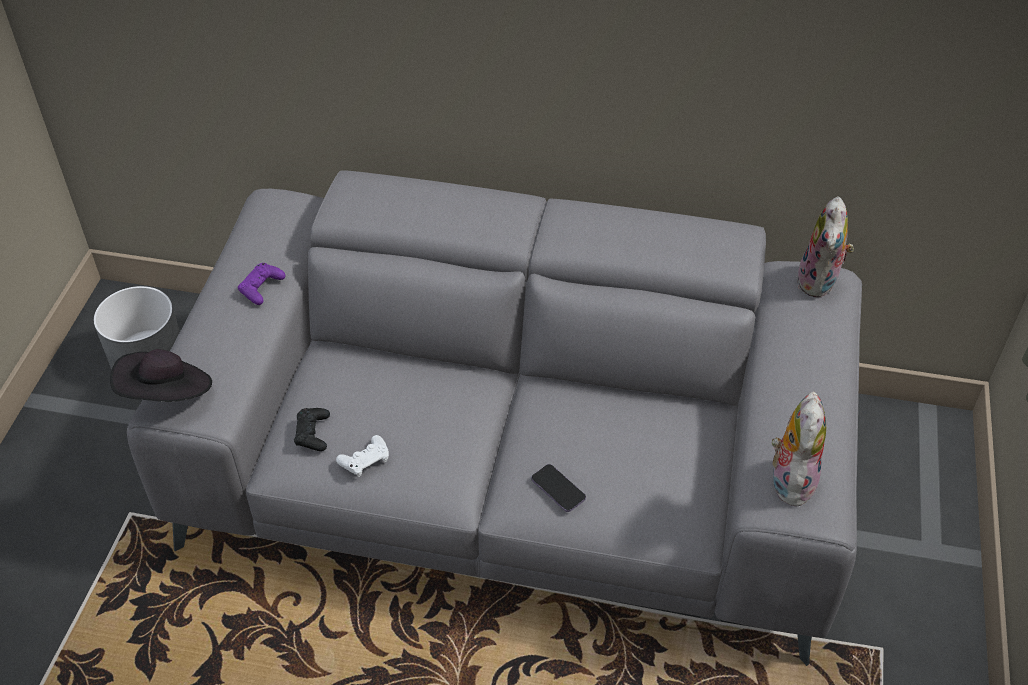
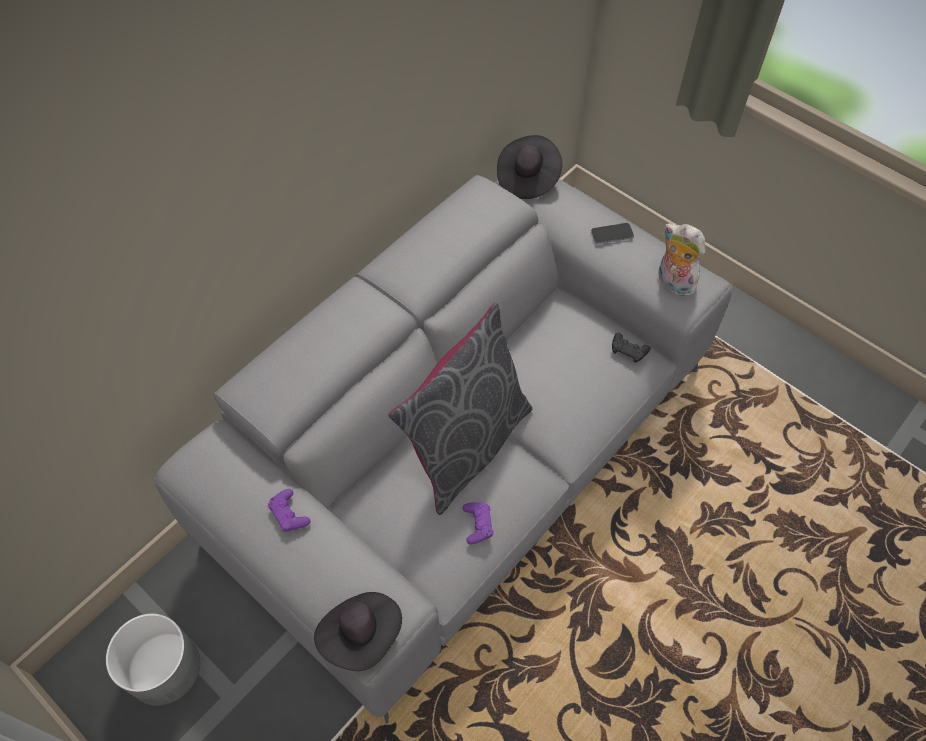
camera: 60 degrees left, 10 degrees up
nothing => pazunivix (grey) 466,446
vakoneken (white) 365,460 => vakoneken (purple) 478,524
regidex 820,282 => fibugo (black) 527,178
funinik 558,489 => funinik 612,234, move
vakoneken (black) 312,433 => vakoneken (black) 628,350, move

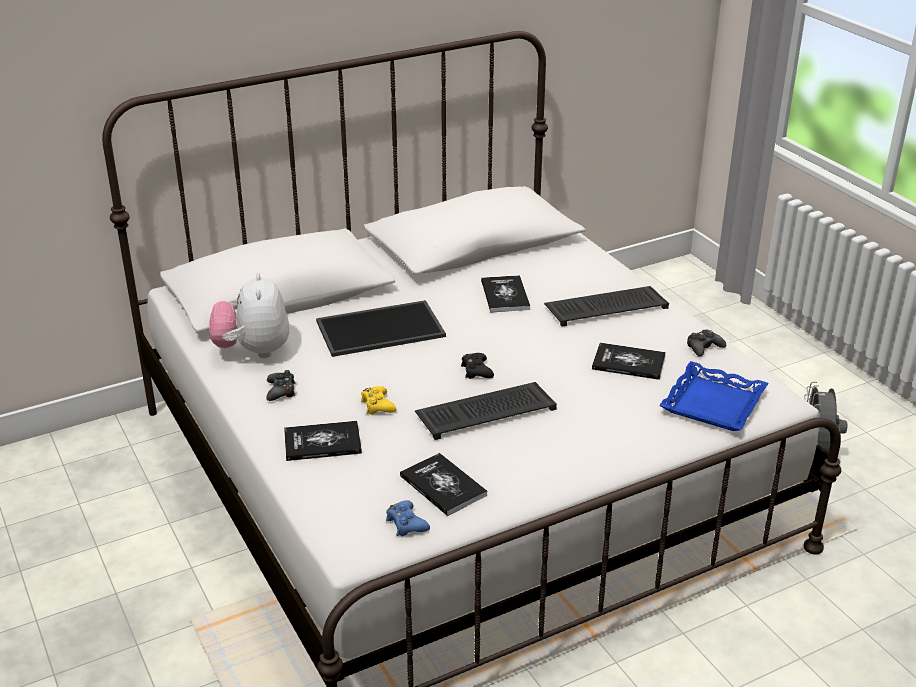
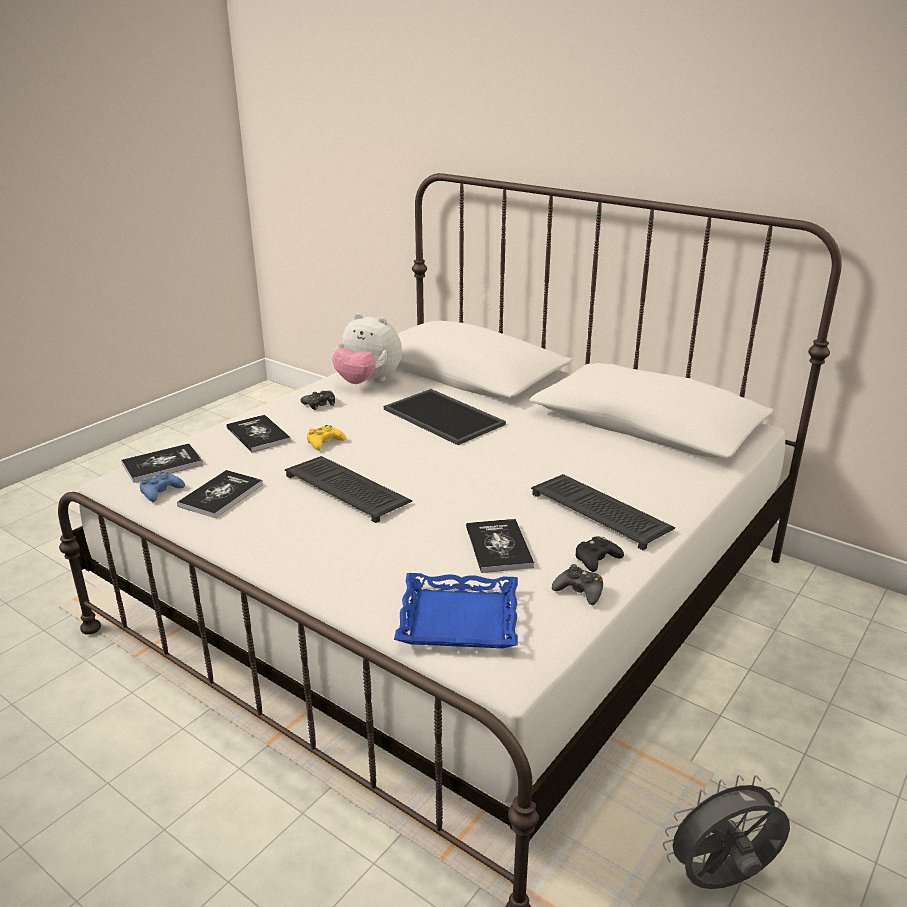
camera: 65 degrees right, 5 degrees down
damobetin 505,295 => damobetin 162,464, move
regidex 253,351 => regidex 368,382, 120 degrees counterclockwise
vakoneken (black) 476,371 => vakoneken (black) 596,559, move

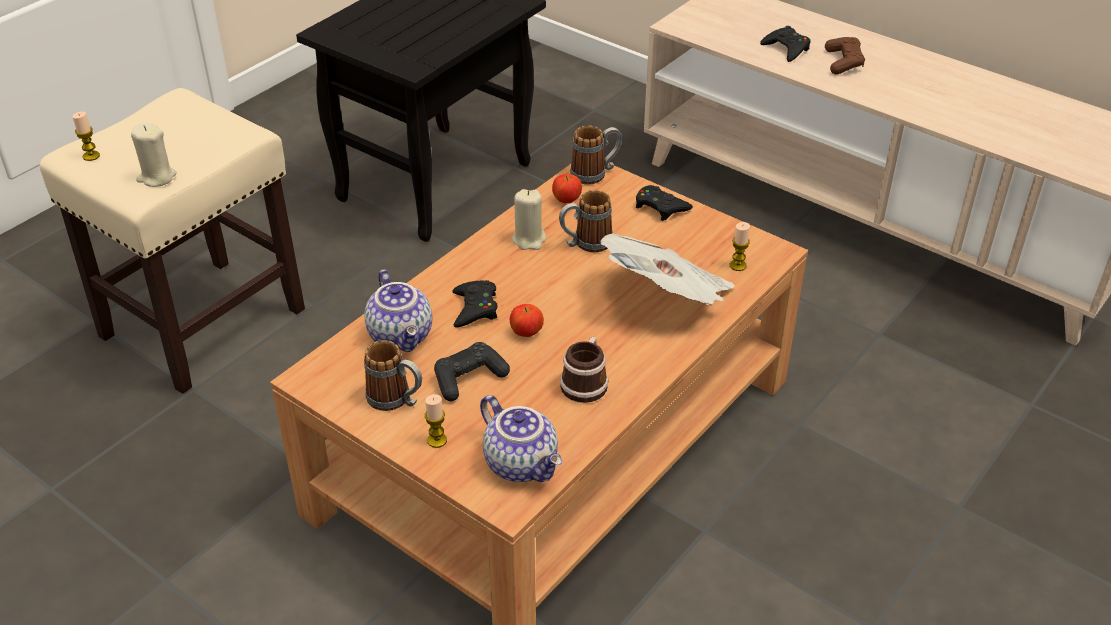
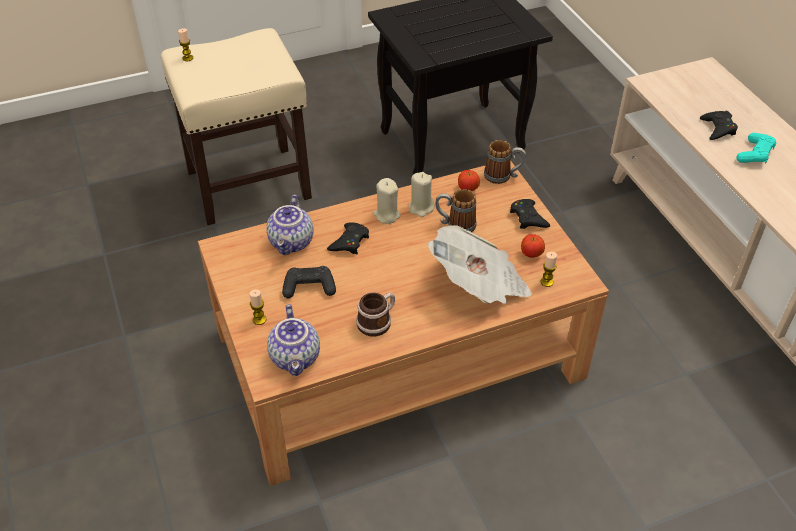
camera: 30 degrees right, 5 degrees up
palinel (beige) 156,177 => palinel (beige) 386,215, move
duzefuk 526,333 => duzefuk 531,254, move
vakoneken (brown) 843,62 => vakoneken (turquoise) 755,154
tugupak 396,400 => nothing

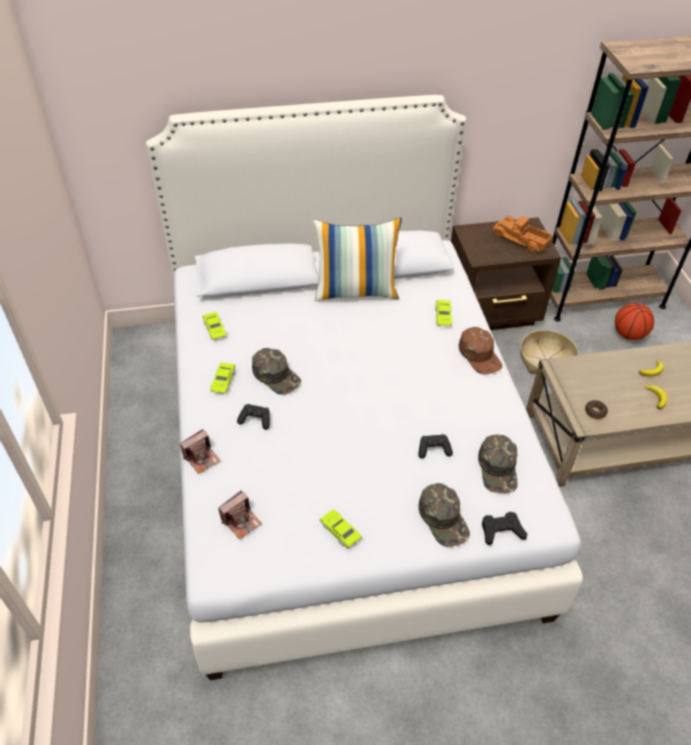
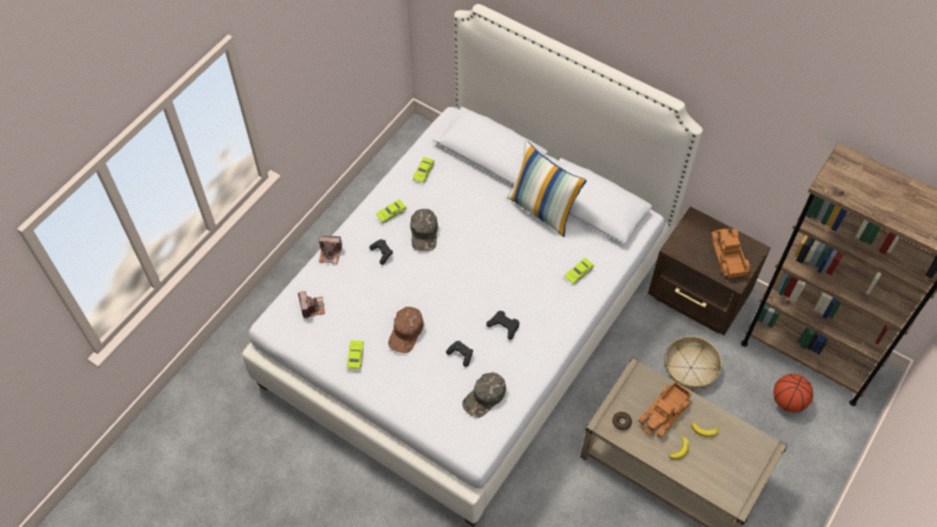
camera: 45 degrees right, 10 degrees up
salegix 241,521 => salegix 312,307, 105 degrees counterclockwise
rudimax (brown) 480,355 => rudimax (brown) 406,332, move
vakoneken (black) 501,530 => vakoneken (black) 504,326, move
nothing => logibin 665,413
rudimax (green) 443,518 => nothing

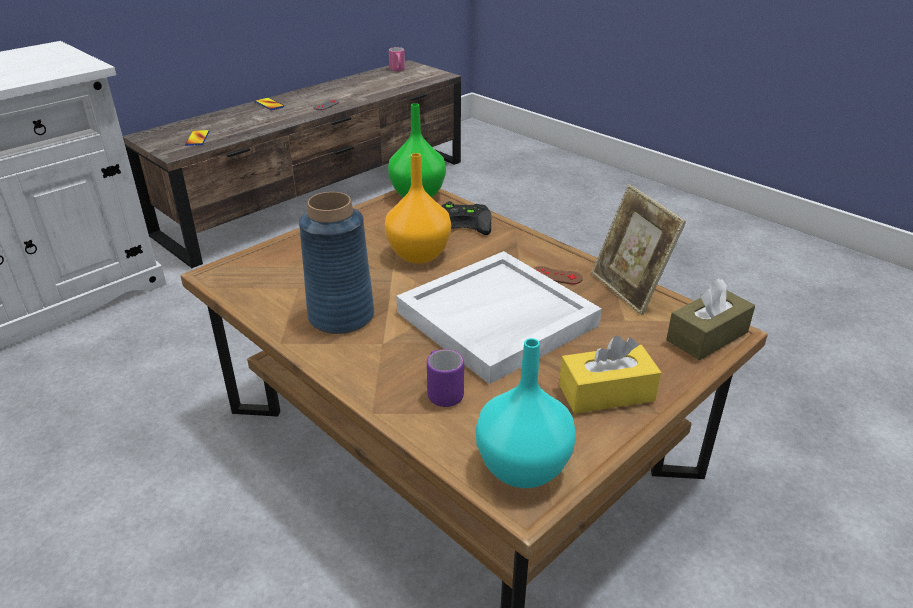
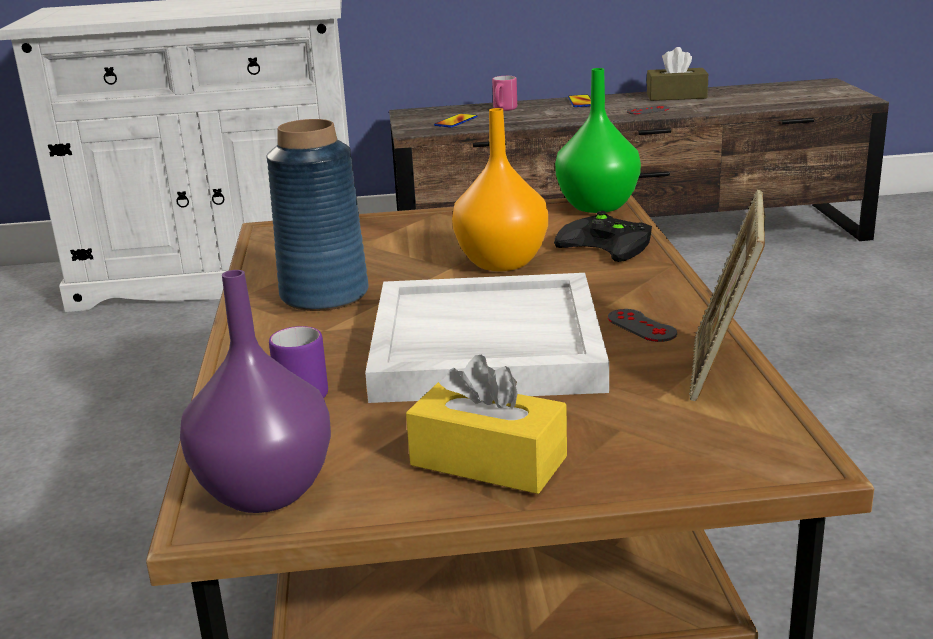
camera: 40 degrees right, 10 degrees down
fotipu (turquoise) 522,466 => fotipu (purple) 267,489
tugupak (pink) 398,70 => tugupak (pink) 503,110, move
vakoneken (brown) 556,276 => vakoneken (grey) 641,326
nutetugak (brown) 707,336 => nutetugak (brown) 676,96, move

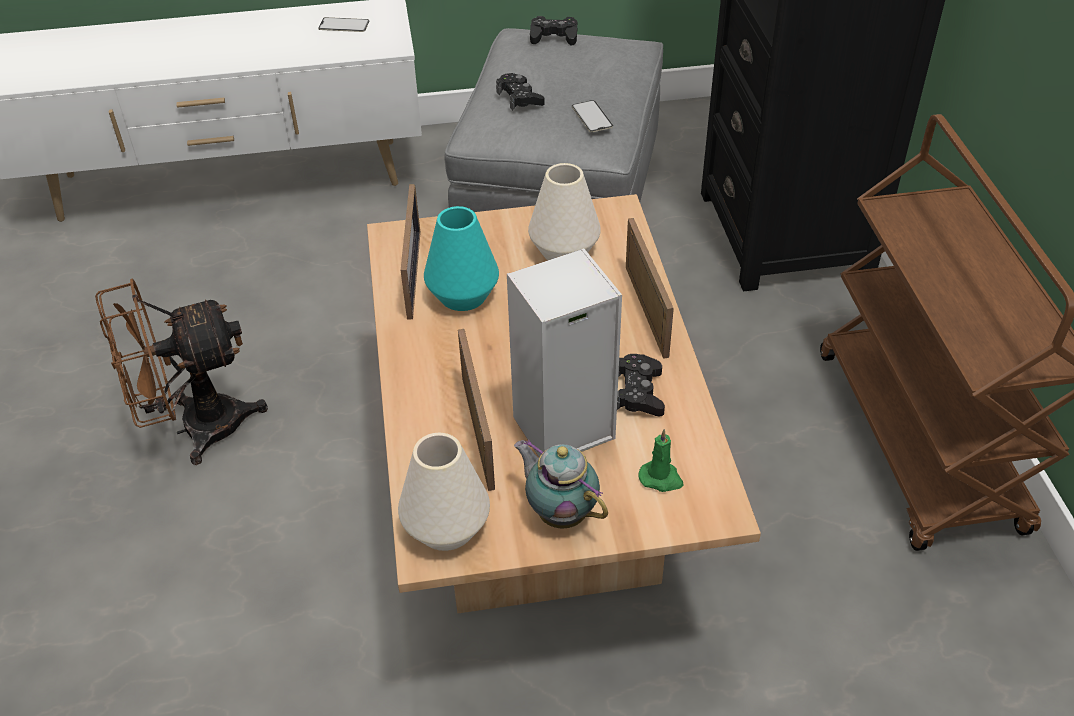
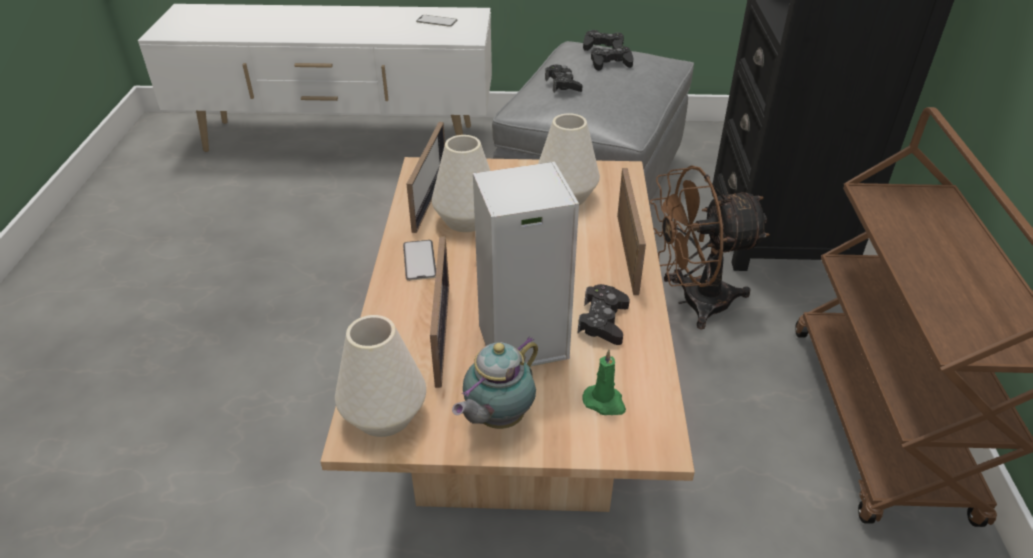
camera: 10 degrees right, 5 degrees down
funinik 592,117 => funinik 419,260, move
fotipu (turquoise) 462,295 => fotipu (white) 466,220
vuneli 560,513 => vuneli 497,419, 105 degrees counterclockwise
nothing => vakoneken (black) 610,63
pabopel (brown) 196,428 => pabopel (brown) 693,302, move

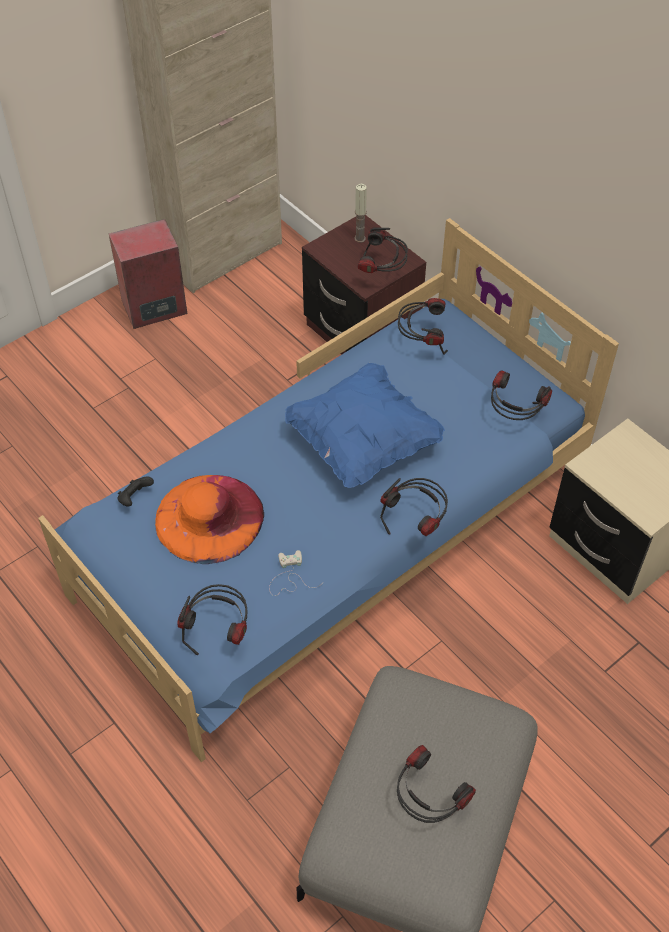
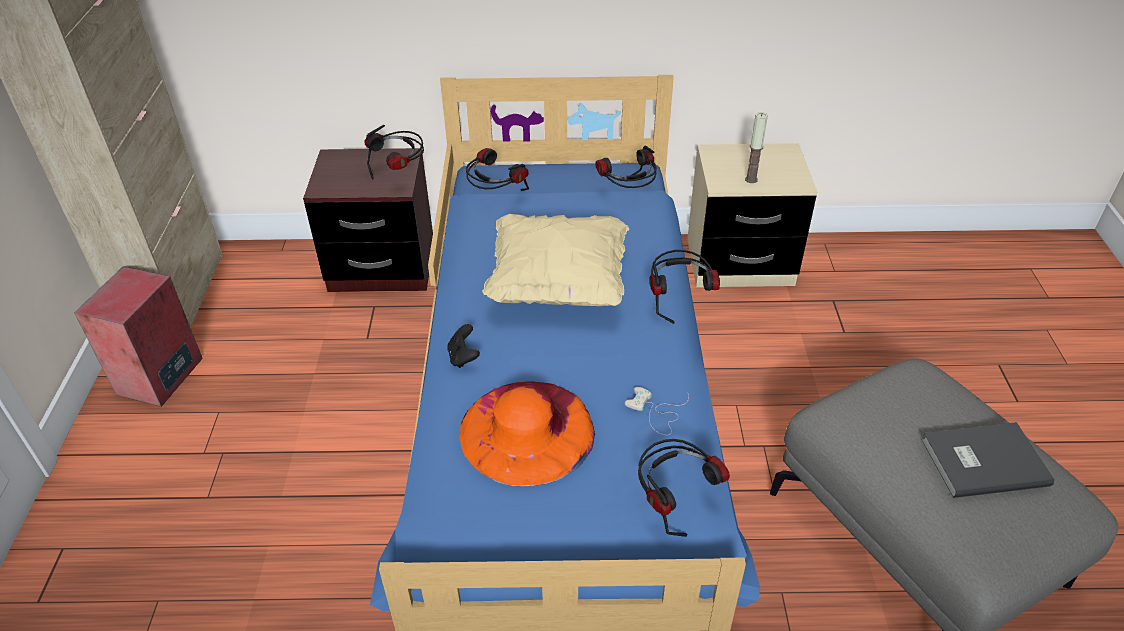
camera: 50 degrees left, 10 degrees down
vakoneken (black) 135,498 => vakoneken (black) 463,357, move
pazunivix (blue) 362,443 => pazunivix (beige) 558,284
palinel 360,238 => palinel 751,179, move
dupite 428,802 => damobetin (grey) 981,460

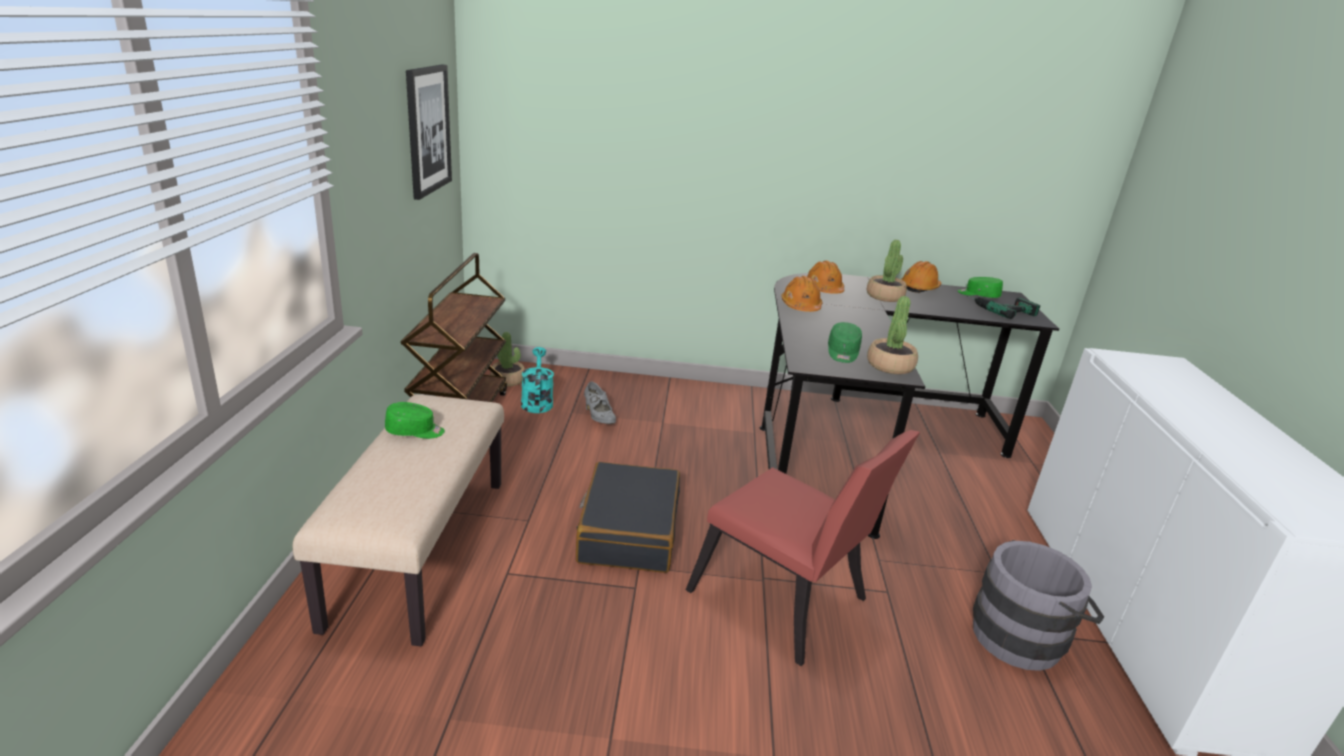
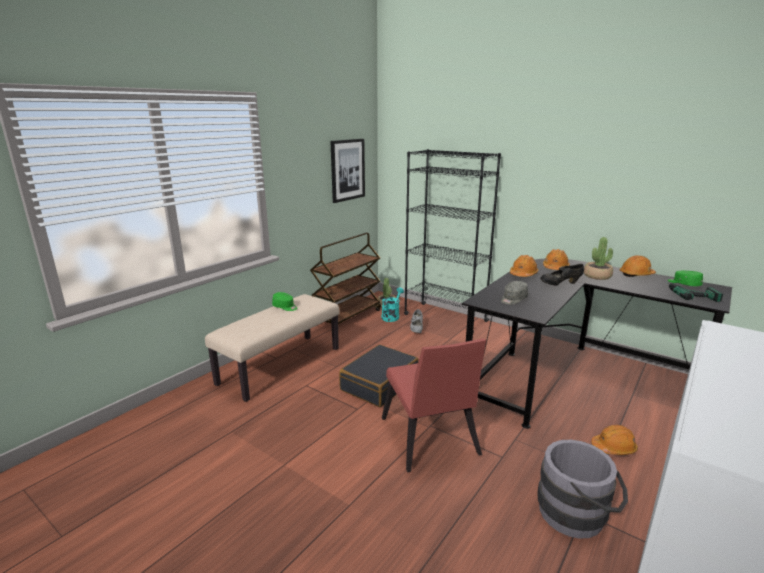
camera: 35 degrees right, 5 degrees down
nothing => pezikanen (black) 445,317
rudimax (green) 842,352 => rudimax (grey) 513,299
nothing => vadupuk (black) 560,284
nothing => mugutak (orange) 614,447
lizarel 890,366 => nothing

